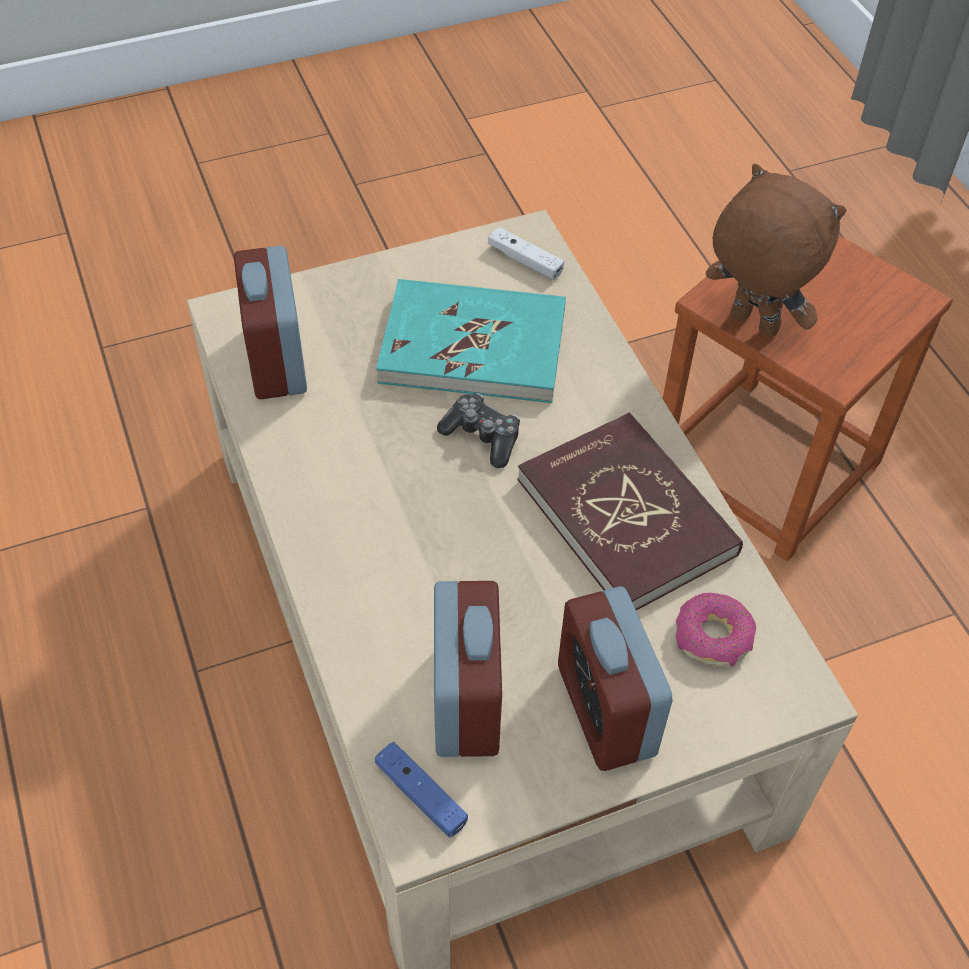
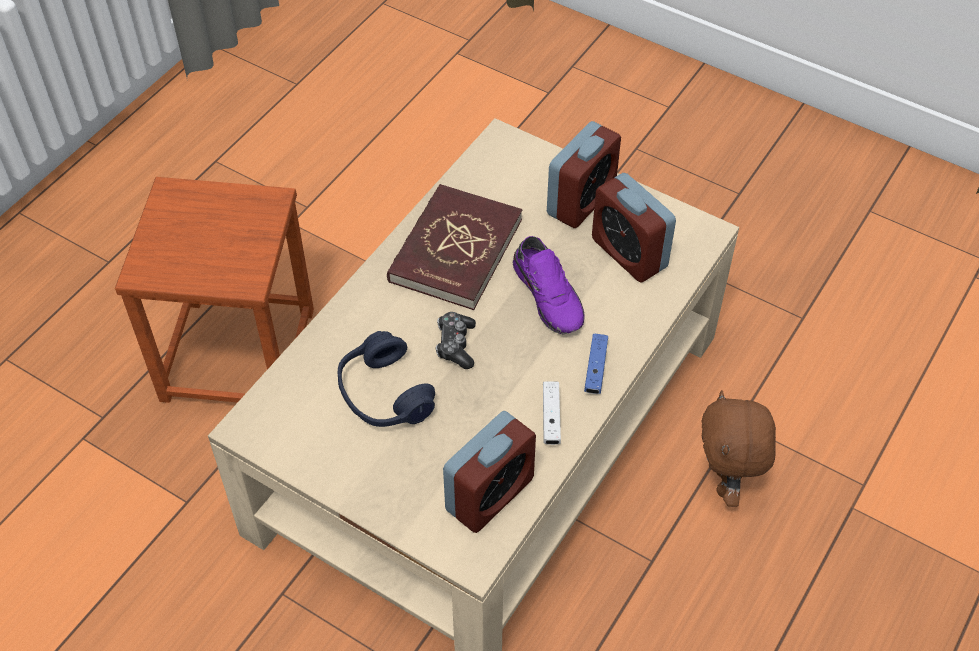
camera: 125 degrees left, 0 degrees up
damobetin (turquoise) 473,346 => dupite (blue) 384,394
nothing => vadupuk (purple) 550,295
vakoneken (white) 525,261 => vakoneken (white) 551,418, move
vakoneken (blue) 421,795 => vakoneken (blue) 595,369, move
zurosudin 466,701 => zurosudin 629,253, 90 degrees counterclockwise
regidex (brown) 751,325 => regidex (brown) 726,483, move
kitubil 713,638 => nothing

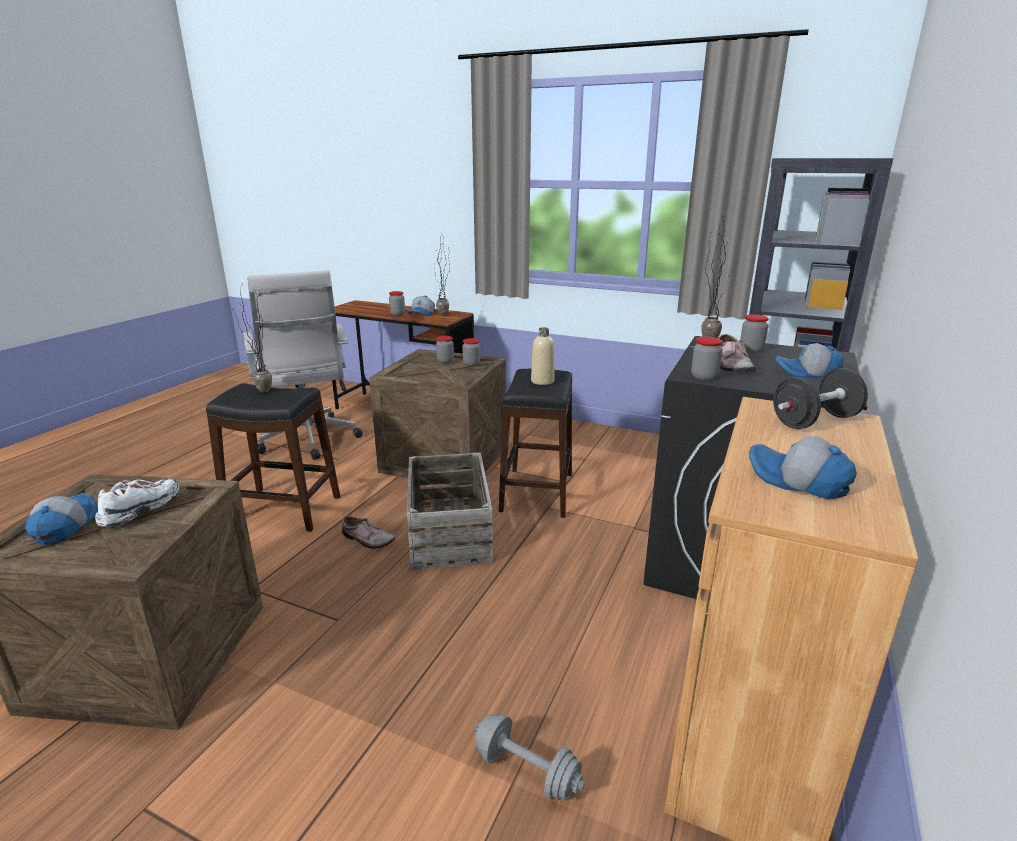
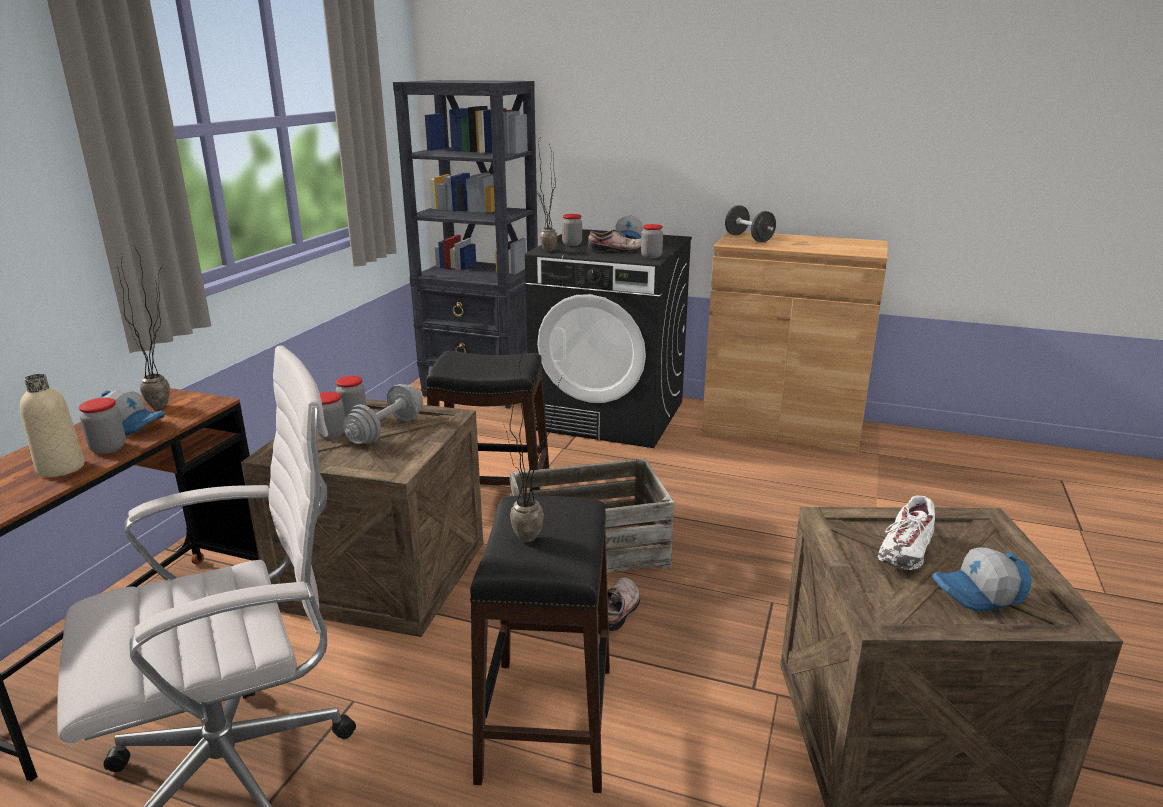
camera: 95 degrees left, 0 degrees up
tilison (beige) 542,381 => tilison (beige) 61,468, move
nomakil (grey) 526,771 => nomakil (grey) 386,430, move
vadupuk (white) 141,510 => vadupuk (white) 906,551, 75 degrees counterclockwise
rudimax 797,481 => nothing

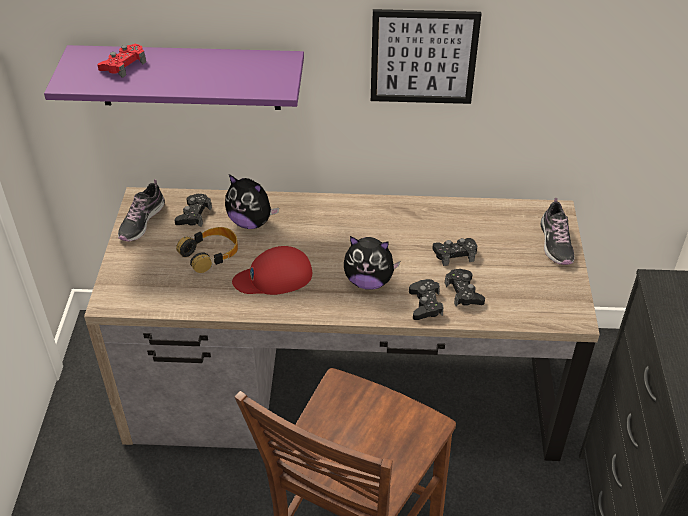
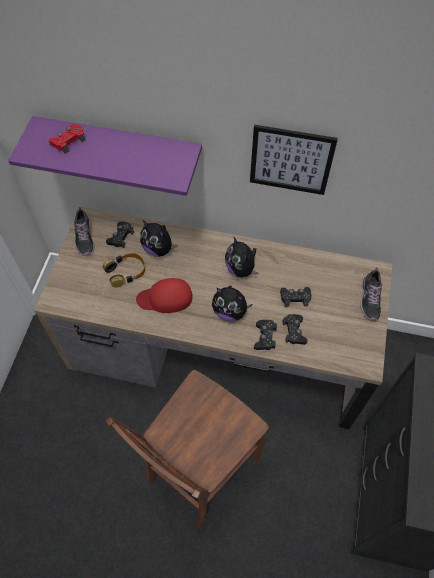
camera: 10 degrees right, 15 degrees up
vadupuk 141,221 => vadupuk 84,237, 45 degrees counterclockwise
nothing => regidex 241,269

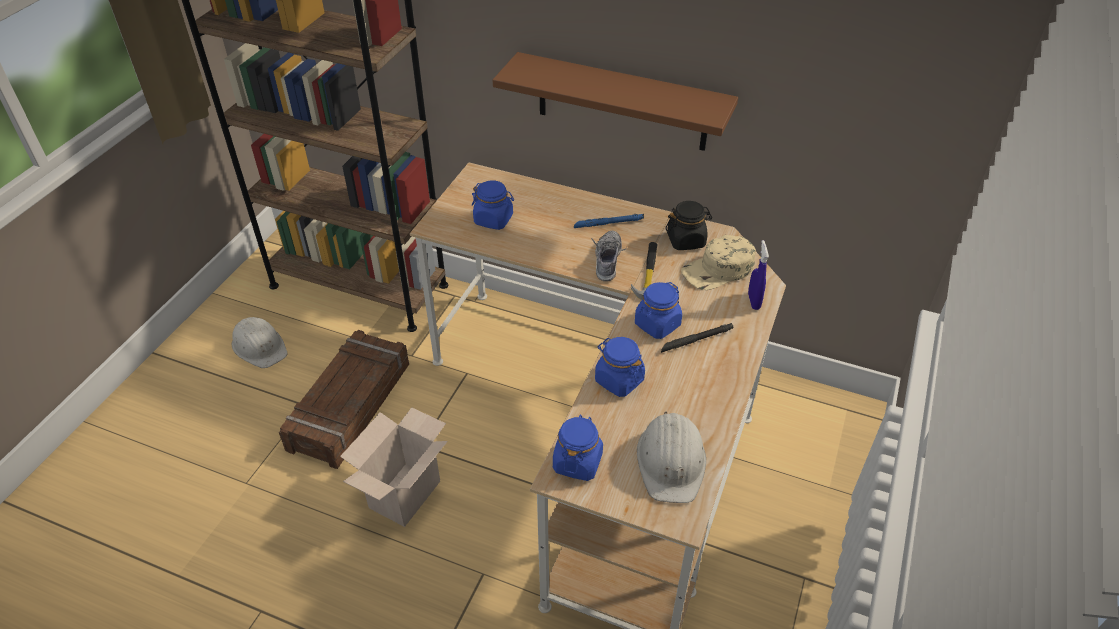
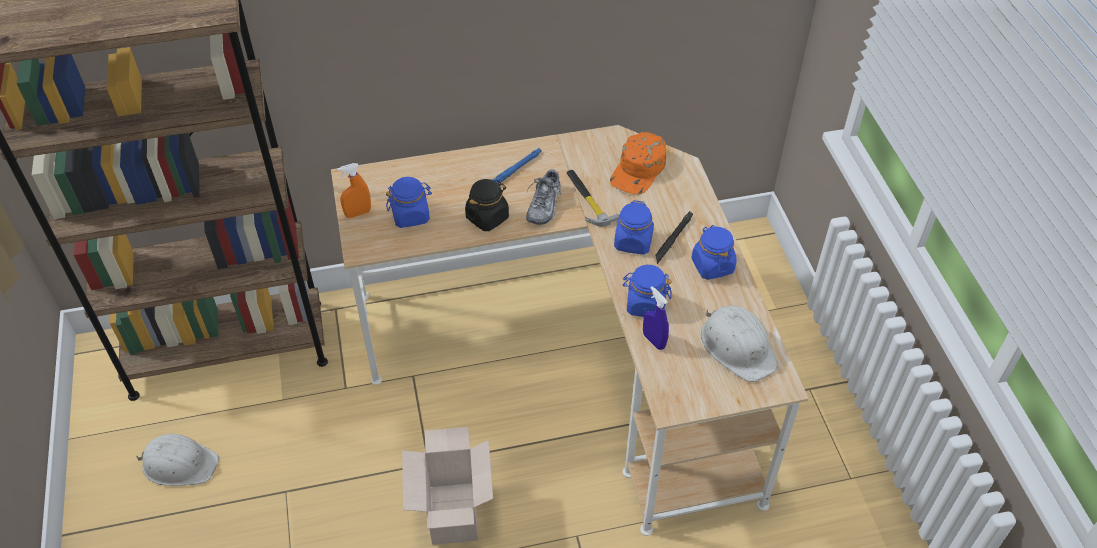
camera: 35 degrees left, 5 degrees up
nothing => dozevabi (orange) 358,213
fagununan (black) 686,240 => fagununan (black) 487,217, move
vadupuk 607,260 => vadupuk 544,205, 135 degrees counterclockwise
rudimax (beige) 718,270 => rudimax (orange) 639,170
dozevabi (blue) 753,301 => dozevabi (blue) 654,341, move
fagununan (blue) 577,462 => fagununan (blue) 712,265, move
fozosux 349,406 => nothing
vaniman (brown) 622,102 => nothing

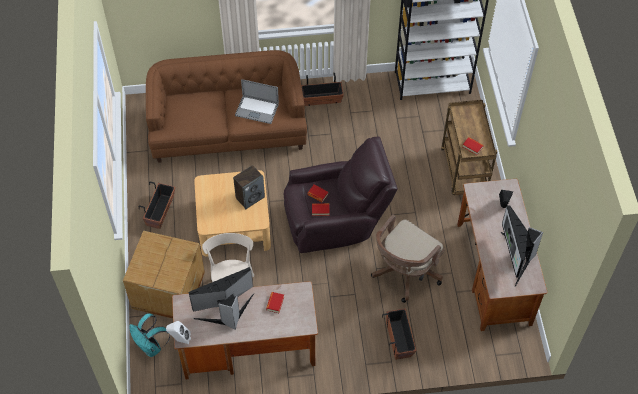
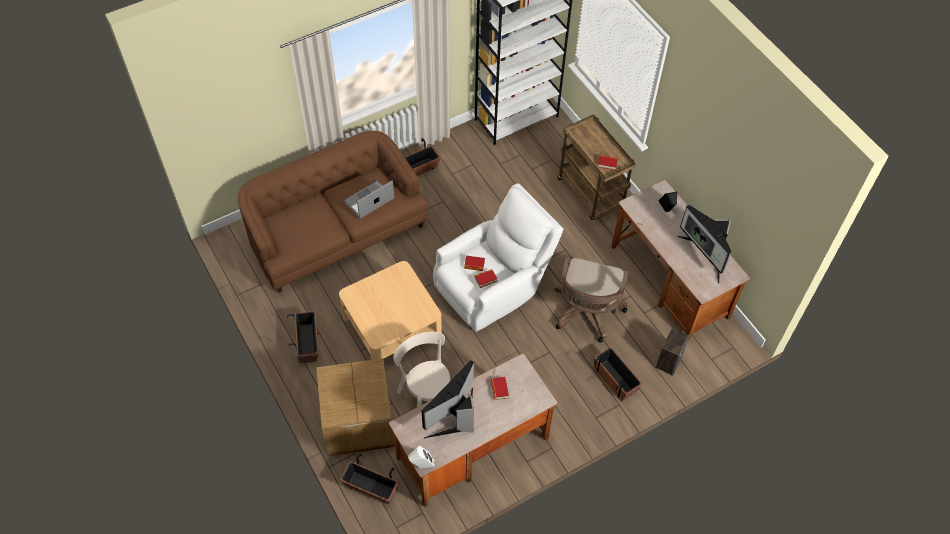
camera: 25 degrees left, 0 degrees up
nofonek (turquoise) 151,347 => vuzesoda 371,488
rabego 256,109 => rabego 369,200, 150 degrees clockwise
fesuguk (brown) 336,220 => fesuguk (white) 493,285
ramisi 250,197 => ramisi 668,361, move

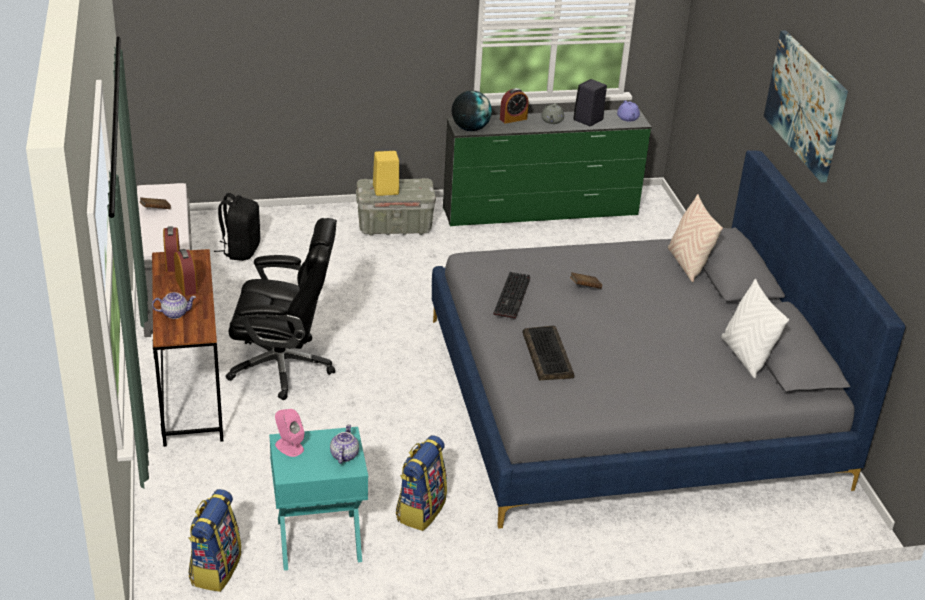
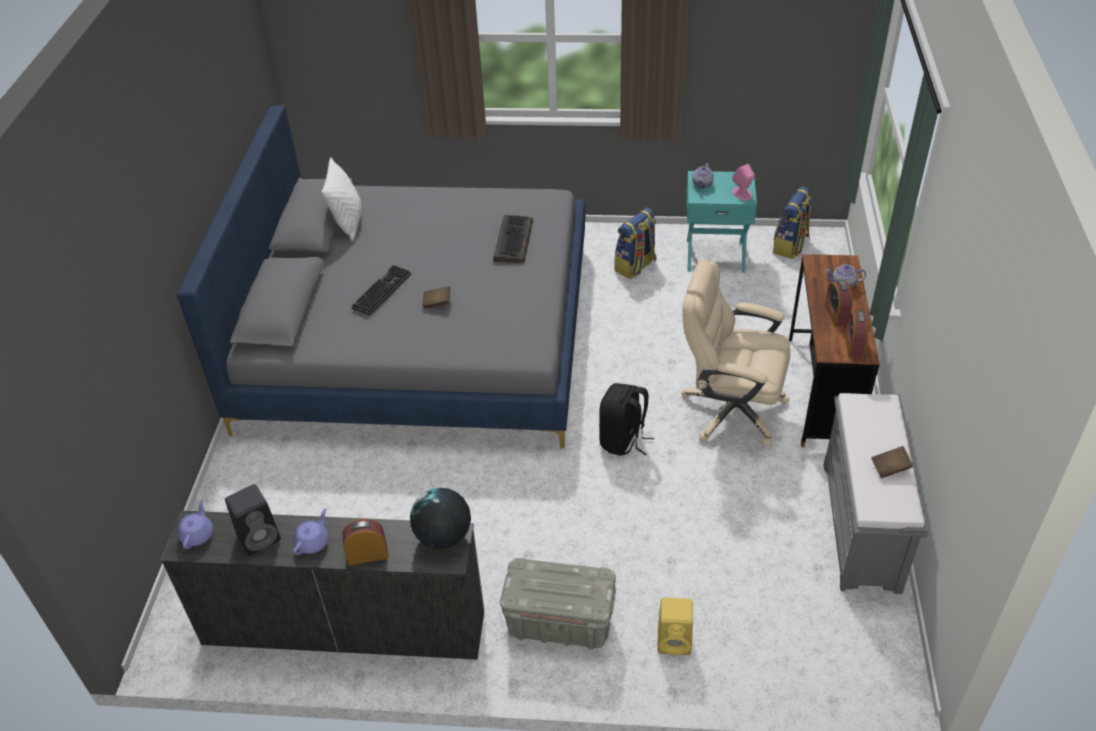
camera: 160 degrees left, 10 degrees up
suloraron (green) 541,212 => suloraron (white) 344,627
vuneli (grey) 552,121 => vuneli (purple) 313,542
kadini 513,297 => kadini 381,290, move
nofonek (black) 240,251 => nofonek (black) 623,440, move
ramisi (yellow) 385,190 => ramisi (yellow) 675,641, move
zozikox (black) 284,366 => zozikox (beige) 730,409
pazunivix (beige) 687,265 => nothing
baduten 805,104 => nothing

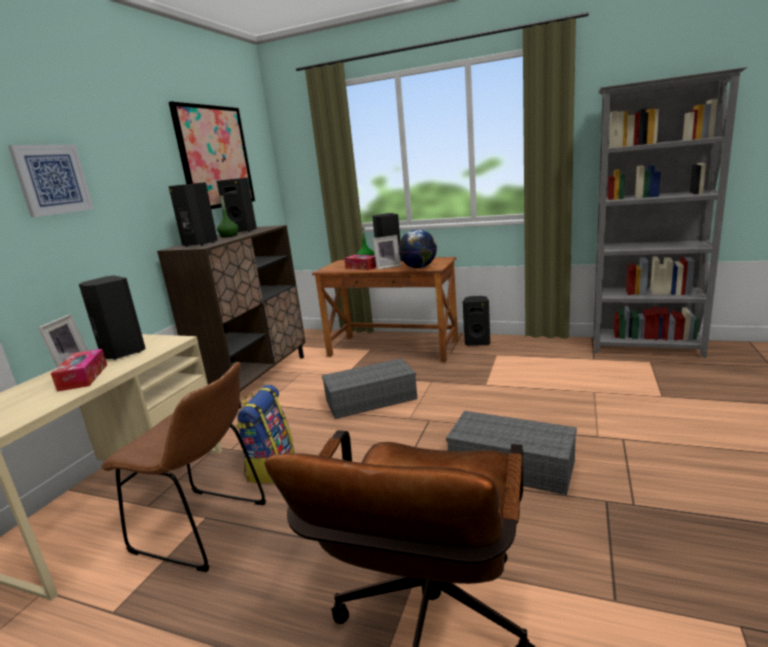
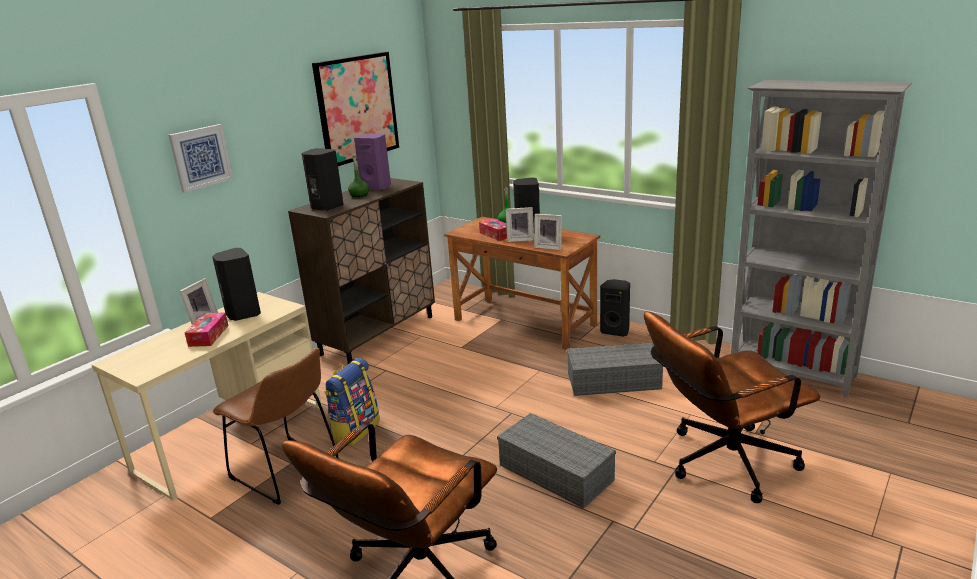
camera: 15 degrees right, 5 degrees up
ramisi (black) 243,231 => ramisi (purple) 377,187
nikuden 419,267 => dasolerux 549,247
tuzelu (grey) 372,399 => tuzelu (grey) 614,380, move
nothing => zozikox (brown) 720,463

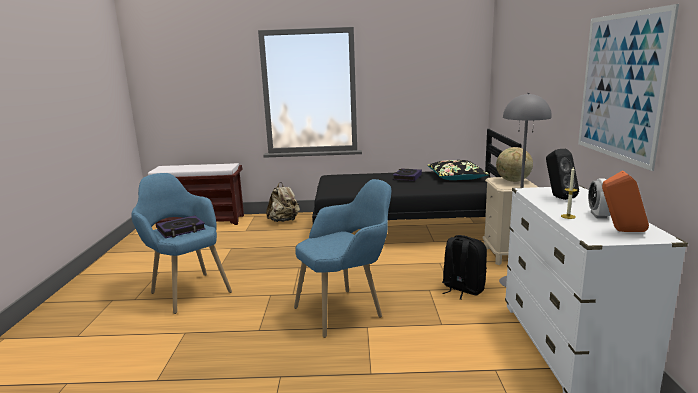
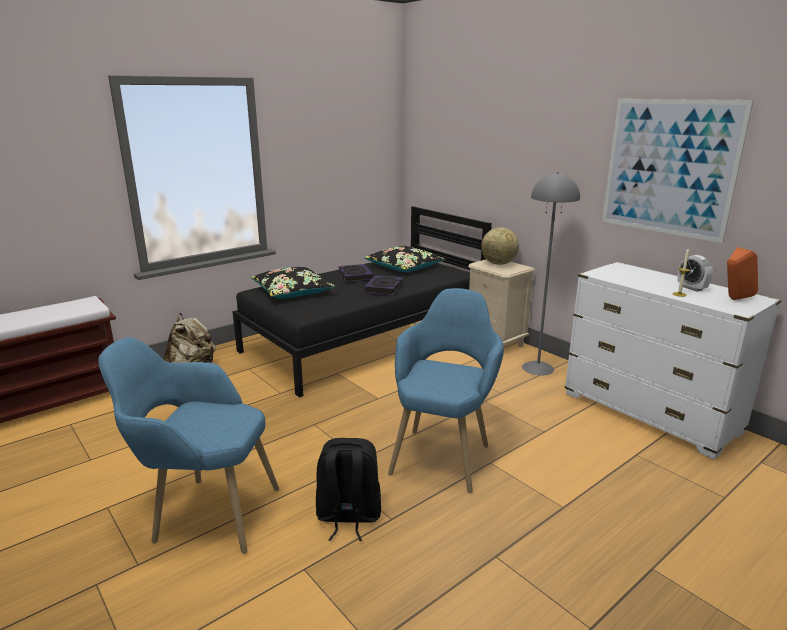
camera: 40 degrees left, 5 degrees up
nothing => pazunivix (black) 292,291
nofonek (black) 462,289 => nofonek (black) 348,517, move
damobetin 181,230 => damobetin 384,288, move
ramisi (black) 557,197 => nothing

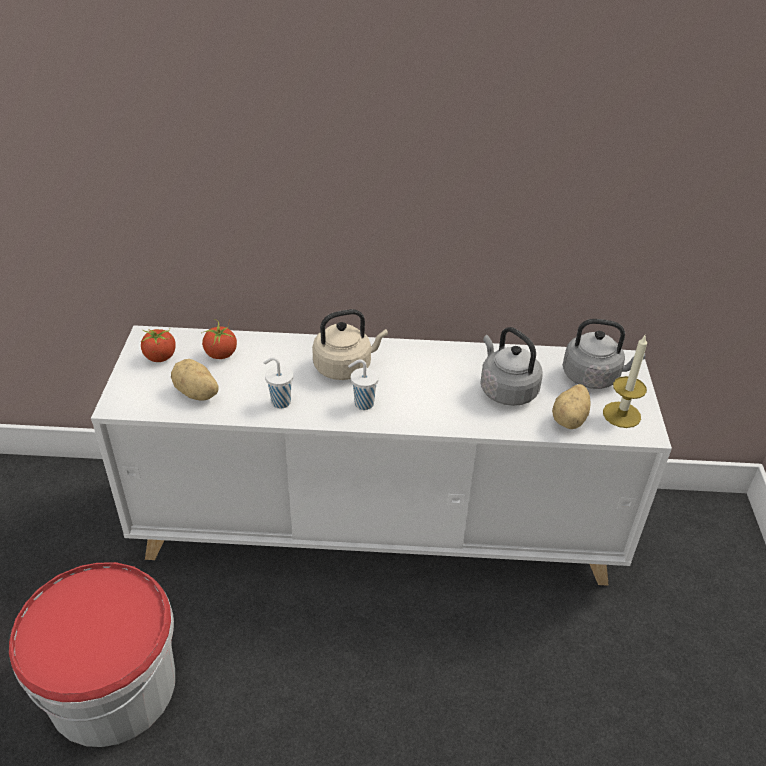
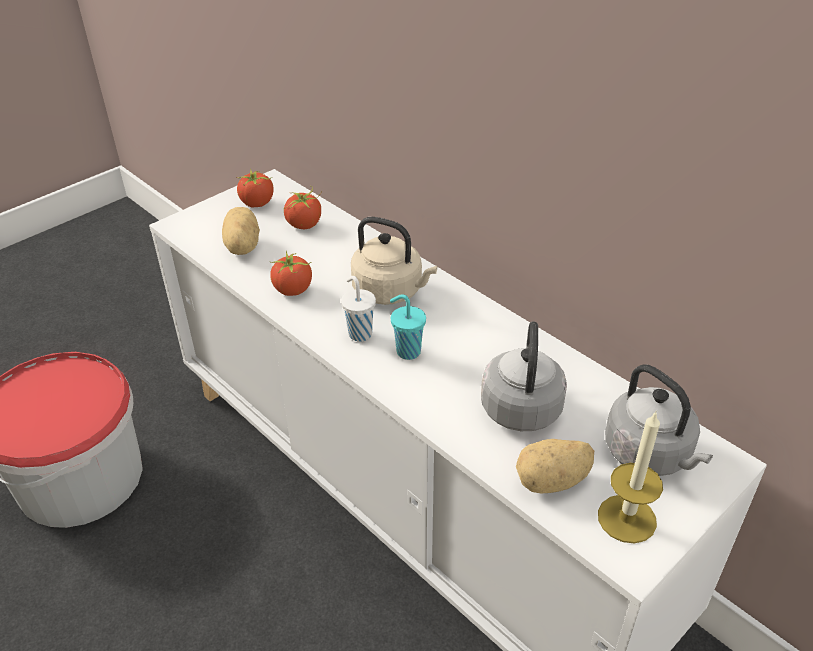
camera: 45 degrees right, 0 degrees up
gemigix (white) 279,402 => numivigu 293,290
nothing => gemigix (turquoise) 407,351

